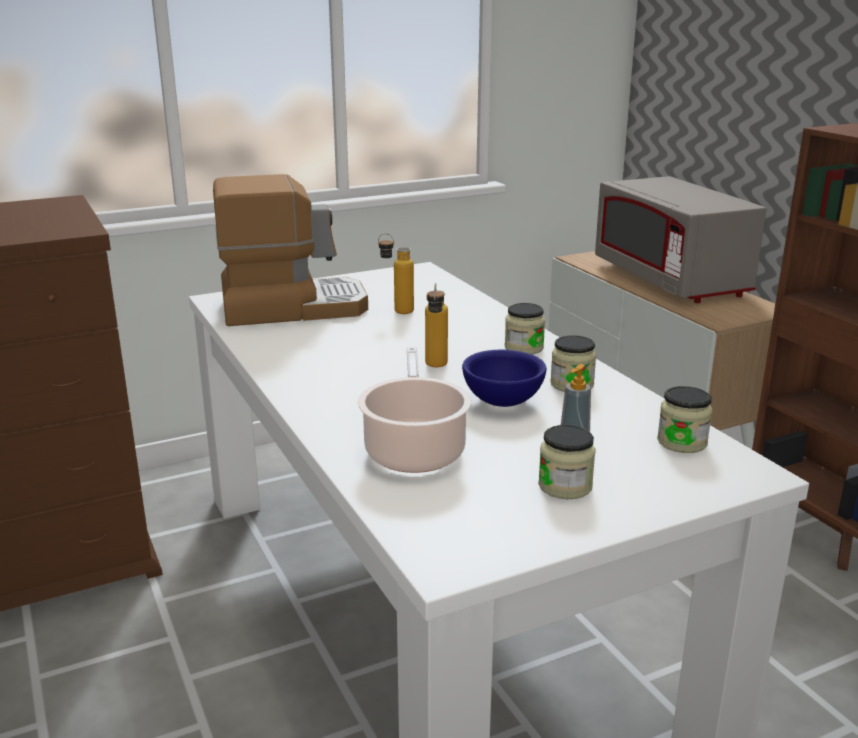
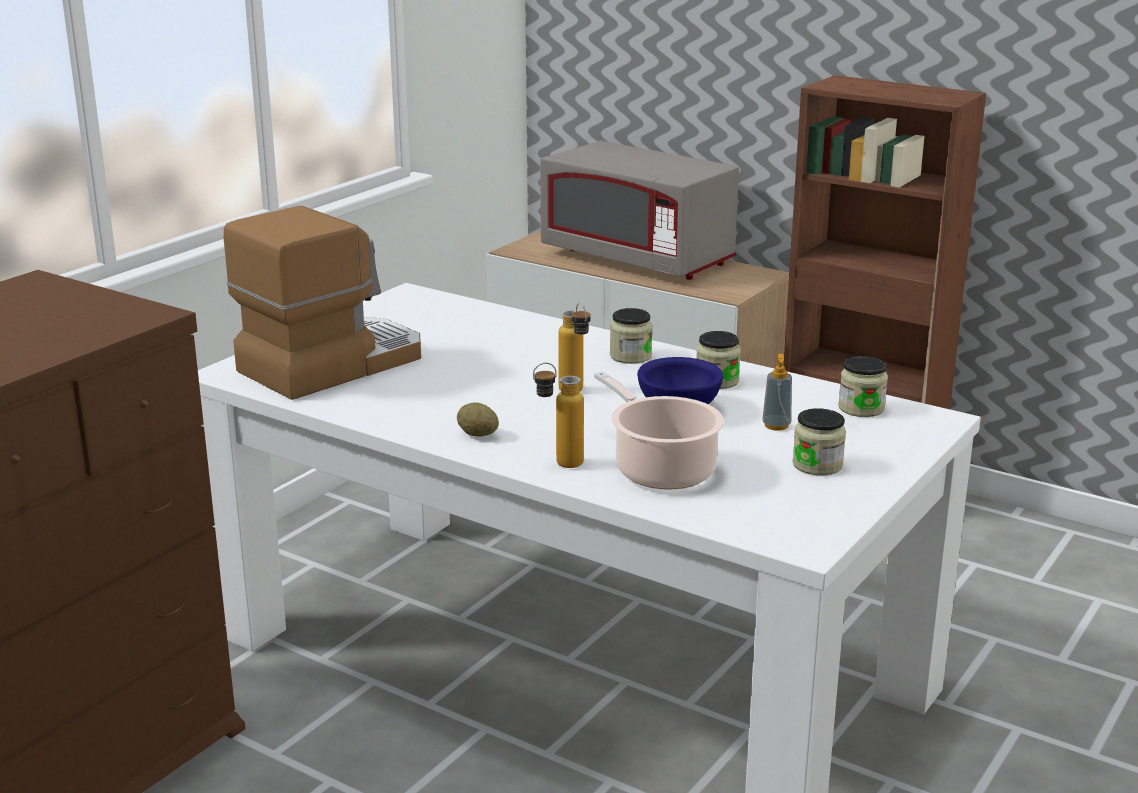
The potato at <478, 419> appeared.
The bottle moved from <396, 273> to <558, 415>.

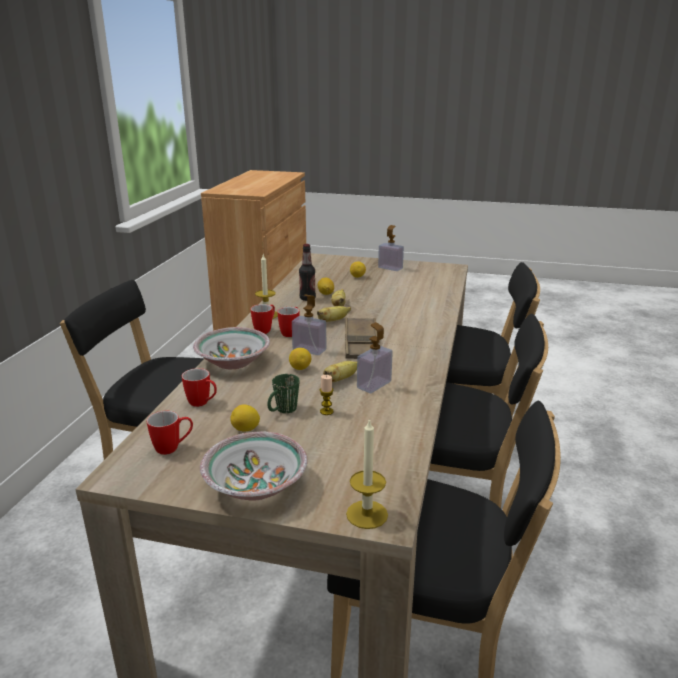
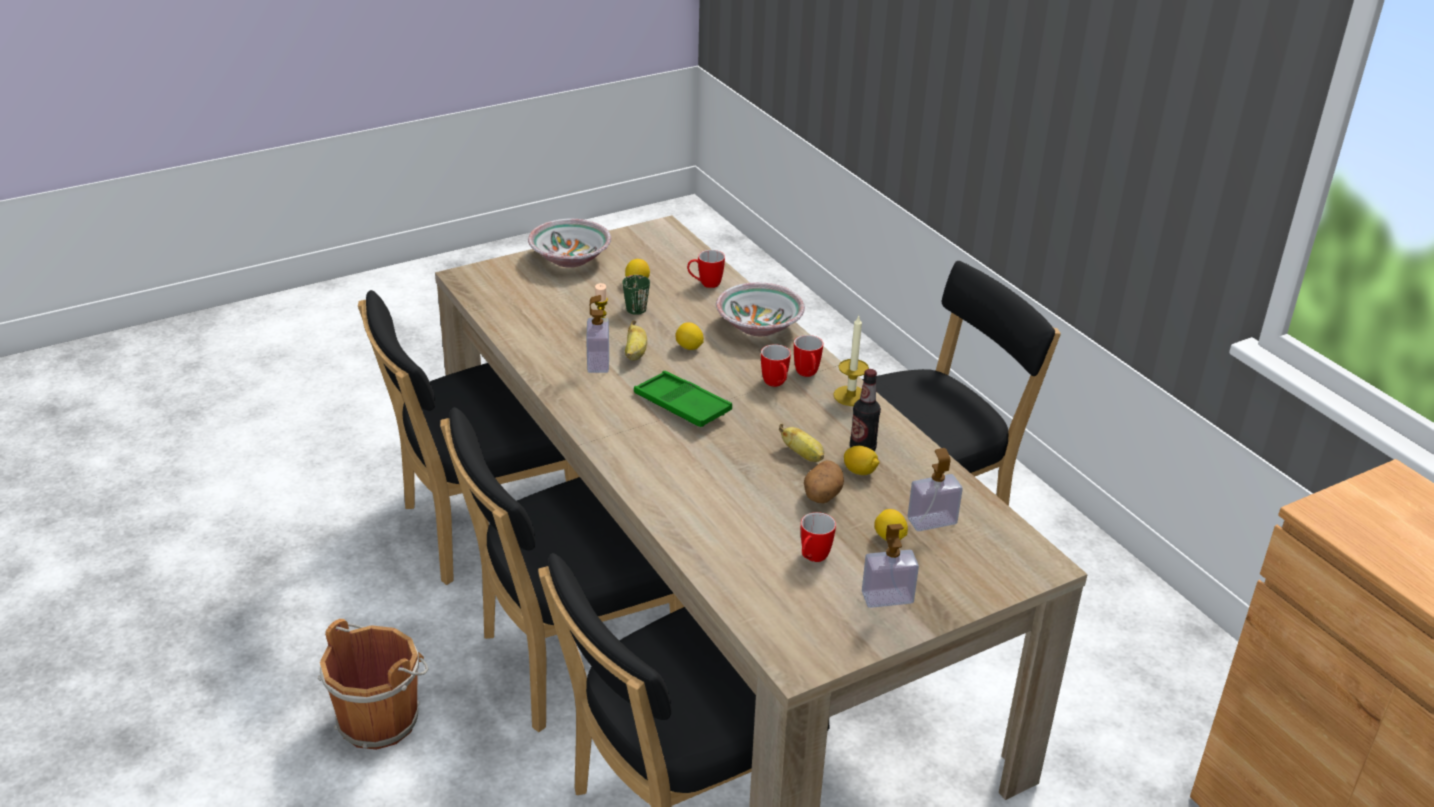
The banana at <334, 314> disappeared.
The candle at <367, 473> disappeared.
The brown bucket at <373, 684> appeared.
The potato at <824, 481> appeared.
The mug moved from <170, 433> to <818, 537>.
The soap dispenser moved from <309, 325> to <935, 489>.
The brown tray at <362, 338> became the green tray at <683, 399>.

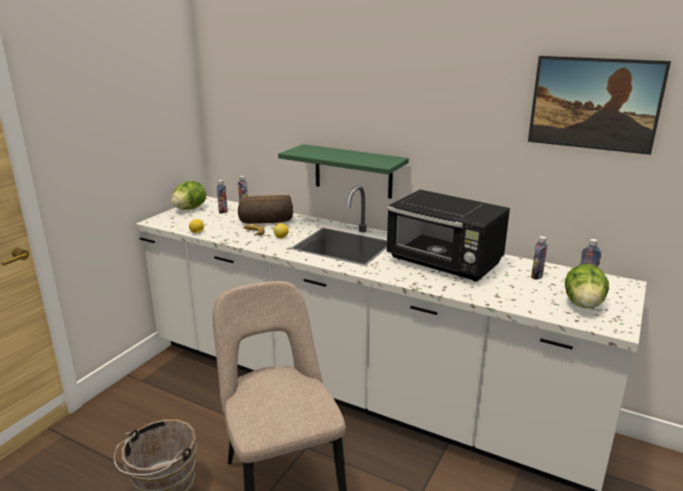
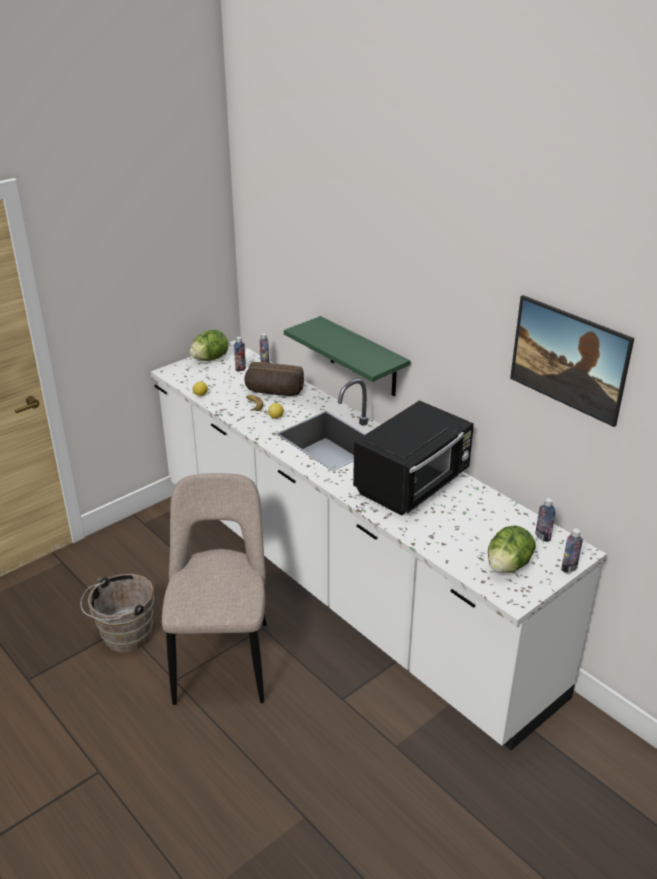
The bottle moved from <539, 258> to <572, 550>.
The black microwave at <448, 235> turned 105 degrees counterclockwise.

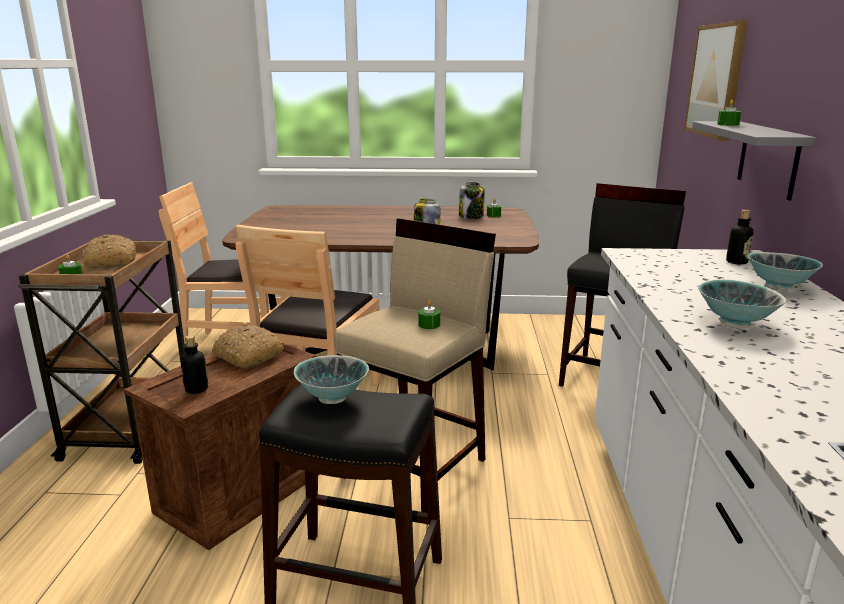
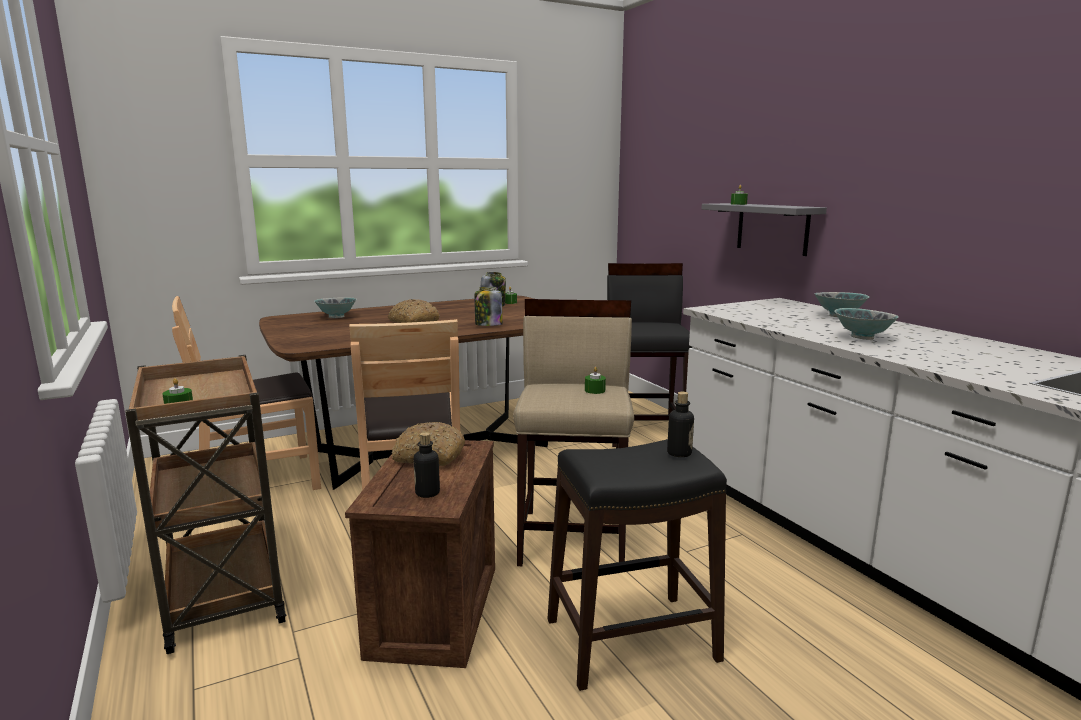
The picture at <716, 80> disappeared.
The bread moved from <109, 251> to <414, 311>.
The bowl moved from <331, 379> to <335, 307>.
The bottle moved from <740, 237> to <680, 424>.

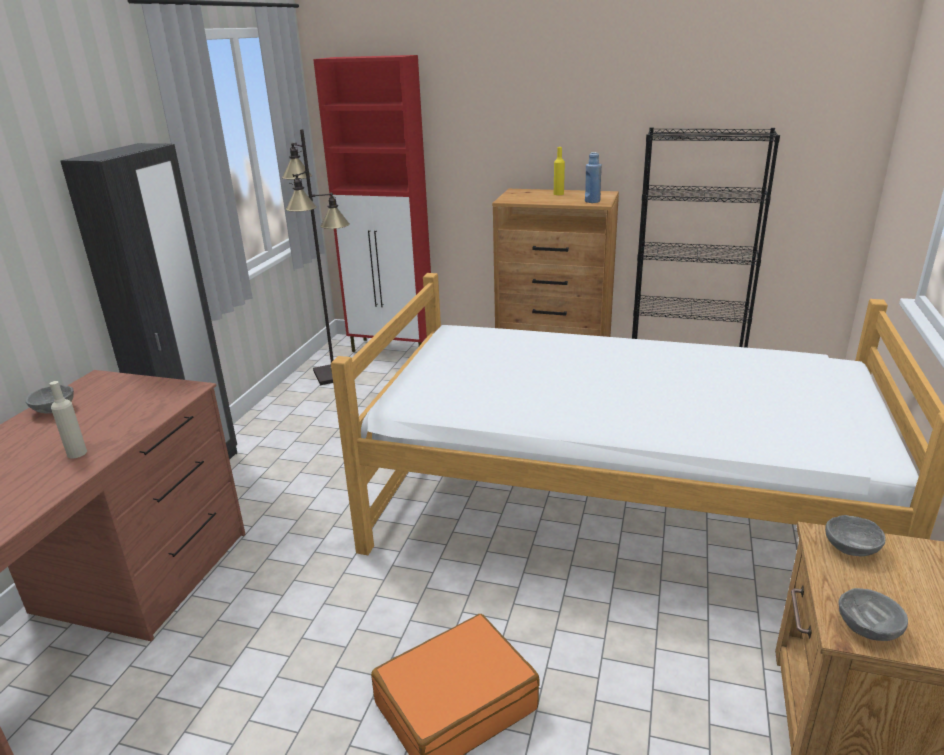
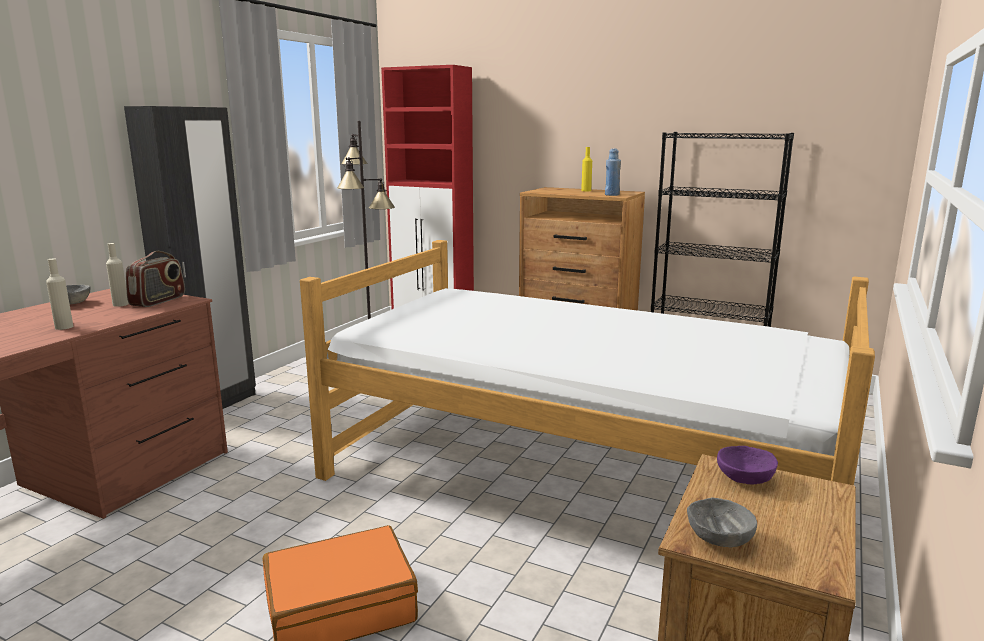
The beige bottle at <117, 275> appeared.
The radio at <155, 279> appeared.
The grey bowl at <855, 536> became the purple bowl at <747, 465>.

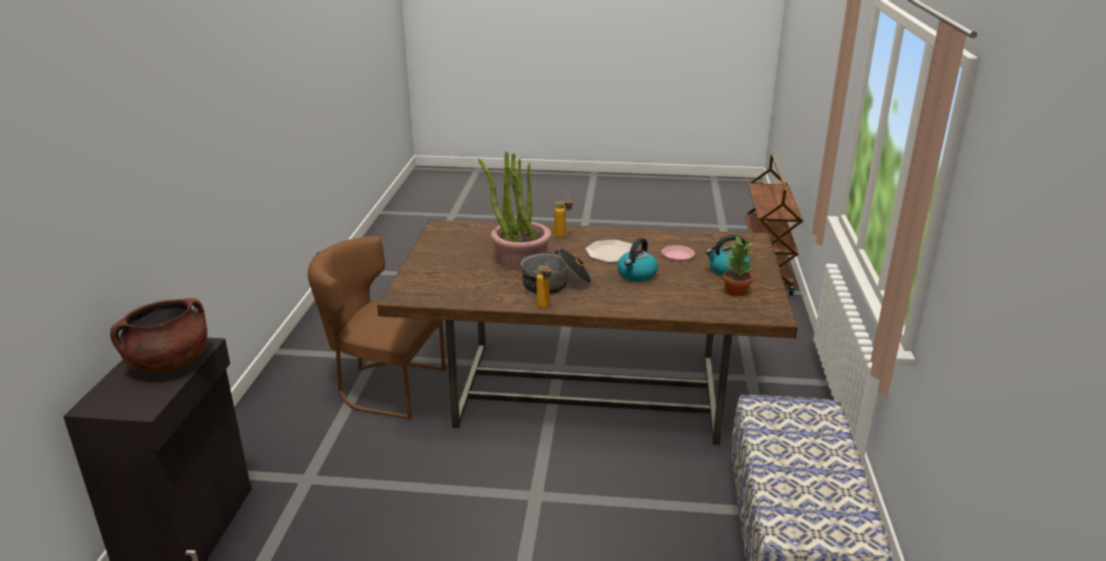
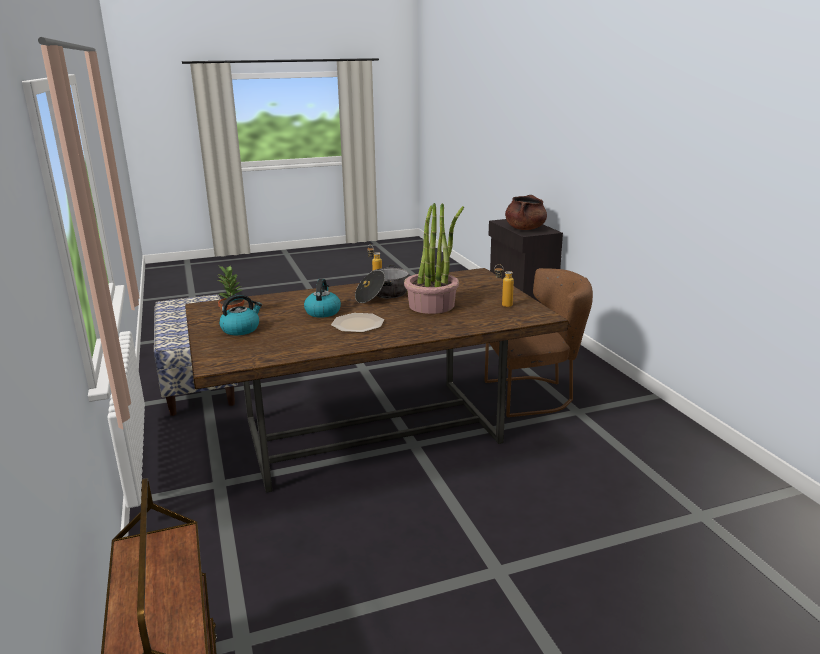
The pink plate at <678, 253> disappeared.
The bottle moved from <564, 217> to <504, 285>.

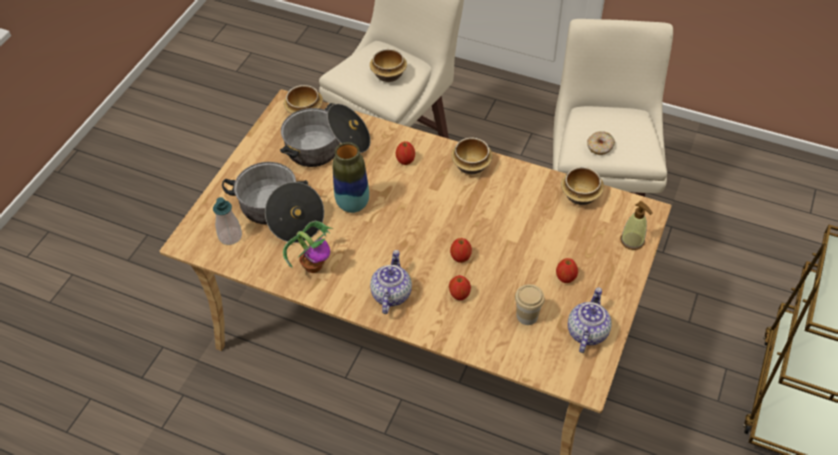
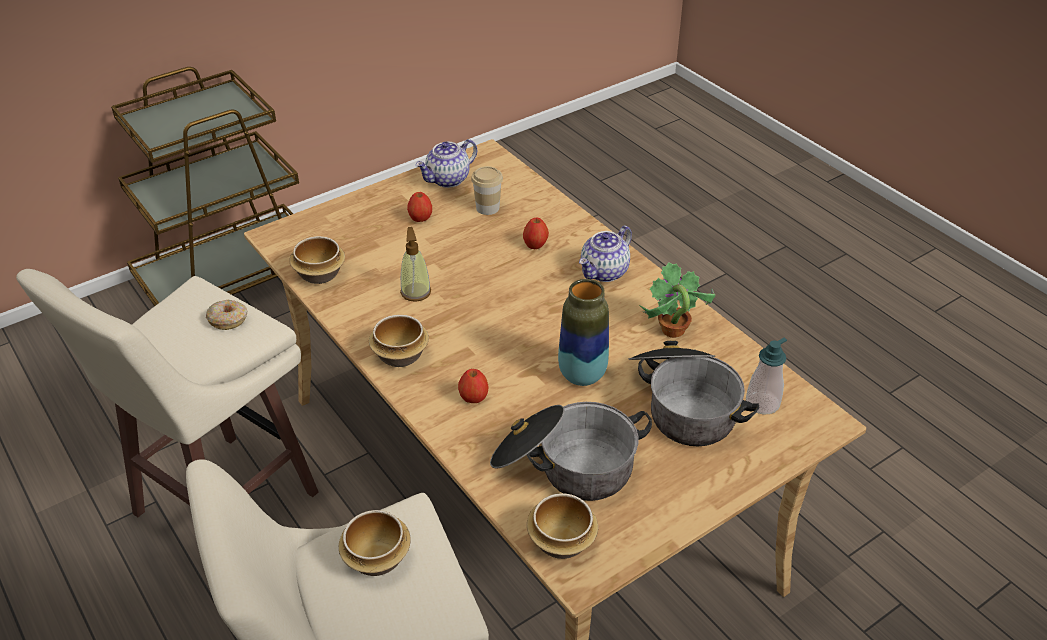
The apple at <461, 250> disappeared.
The soap dispenser moved from <636, 225> to <415, 264>.

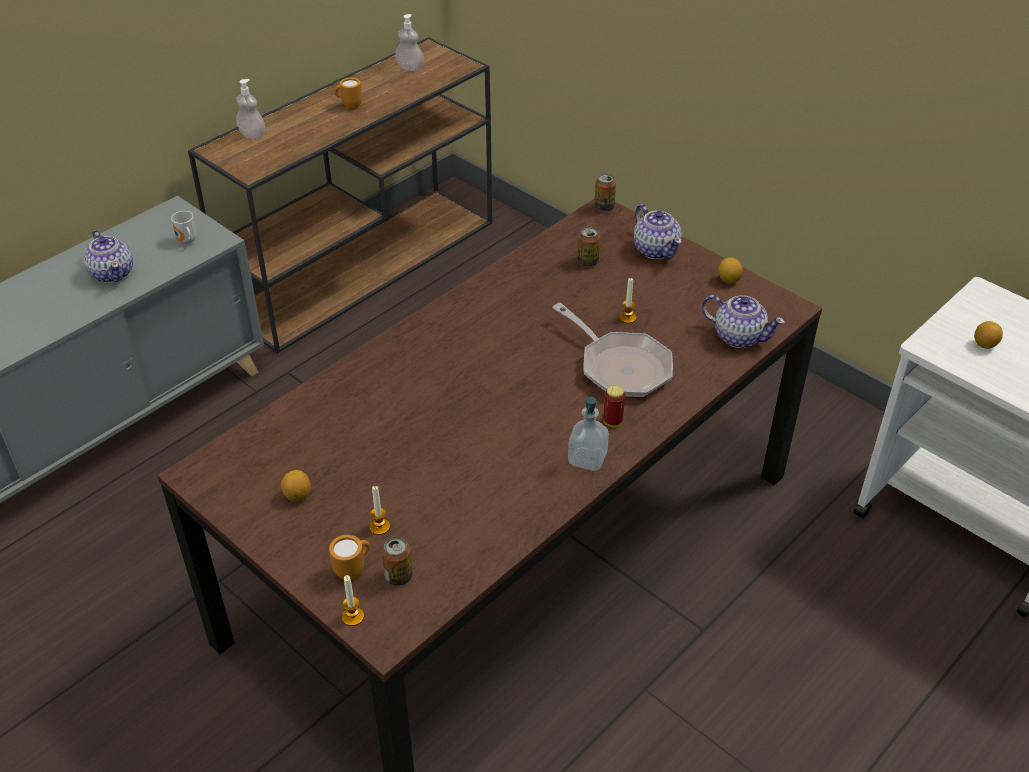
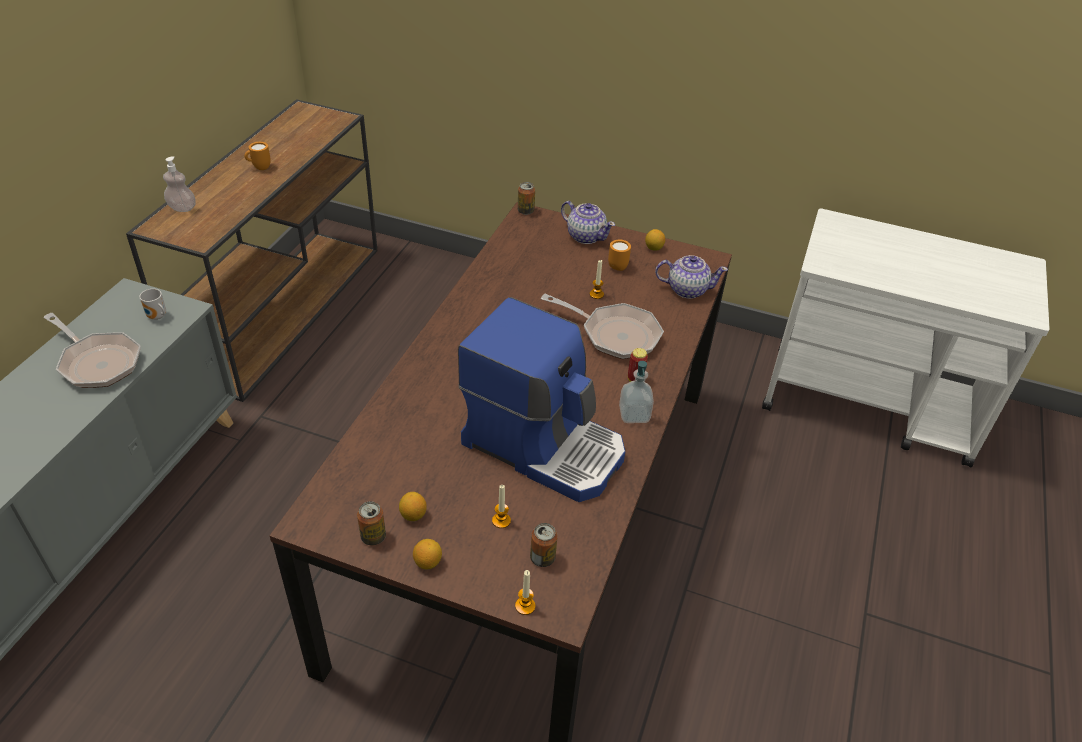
The soap dispenser at <409, 42> disappeared.
The coffee machine at <541, 399> appeared.
The orange mug moved from <349, 558> to <619, 255>.
The can moved from <589, 247> to <371, 523>.
The lemon moved from <988, 335> to <427, 554>.
The teapot at <108, 256> was replaced by the frying pan at <92, 350>.

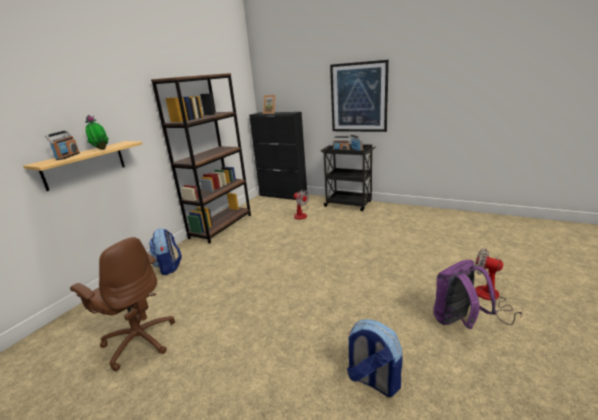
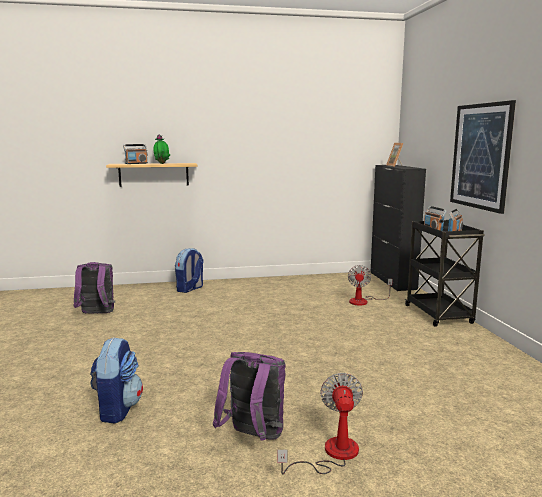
The brown bookcase at <201, 158> disappeared.
The brown office chair at <122, 304> was replaced by the purple backpack at <94, 288>.

